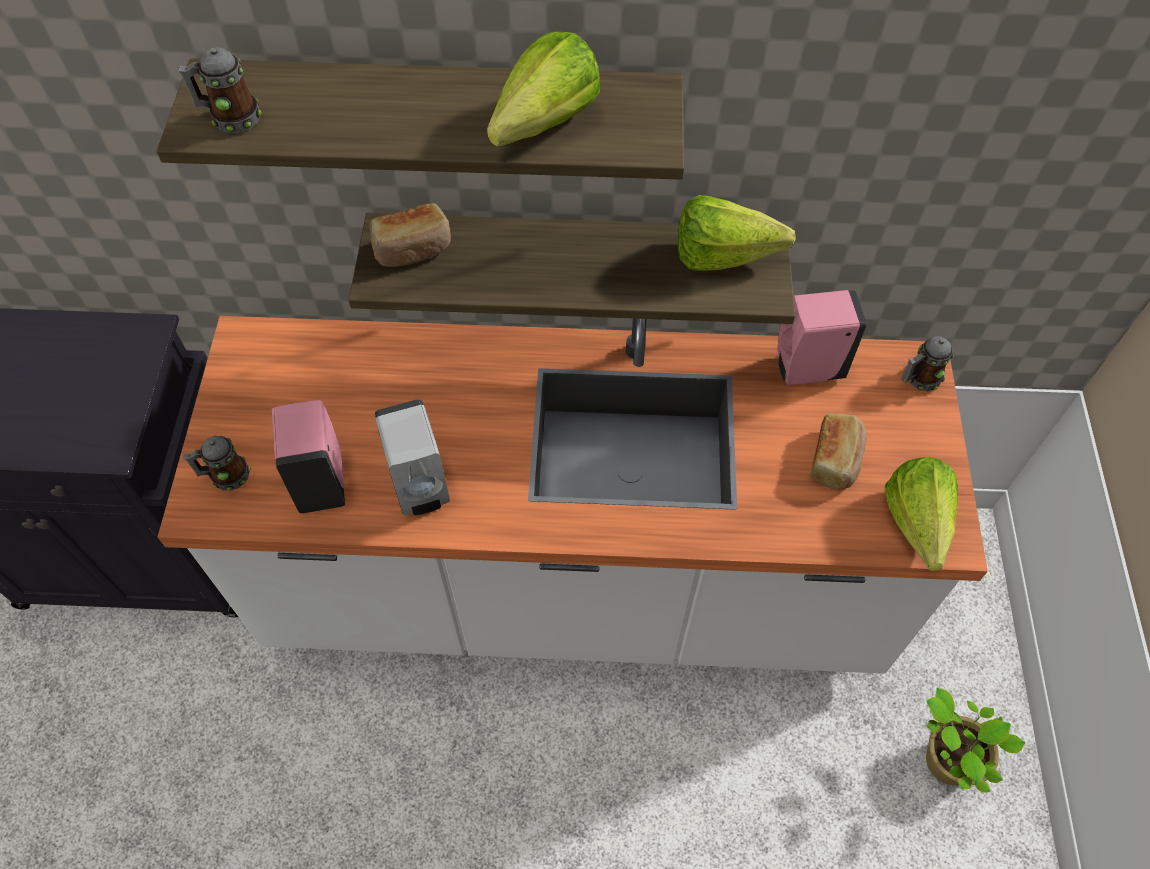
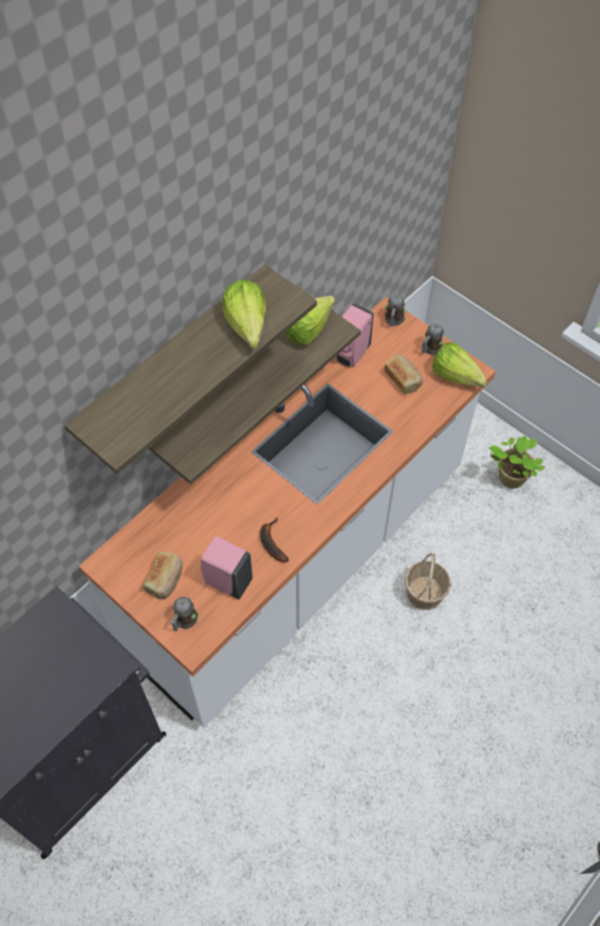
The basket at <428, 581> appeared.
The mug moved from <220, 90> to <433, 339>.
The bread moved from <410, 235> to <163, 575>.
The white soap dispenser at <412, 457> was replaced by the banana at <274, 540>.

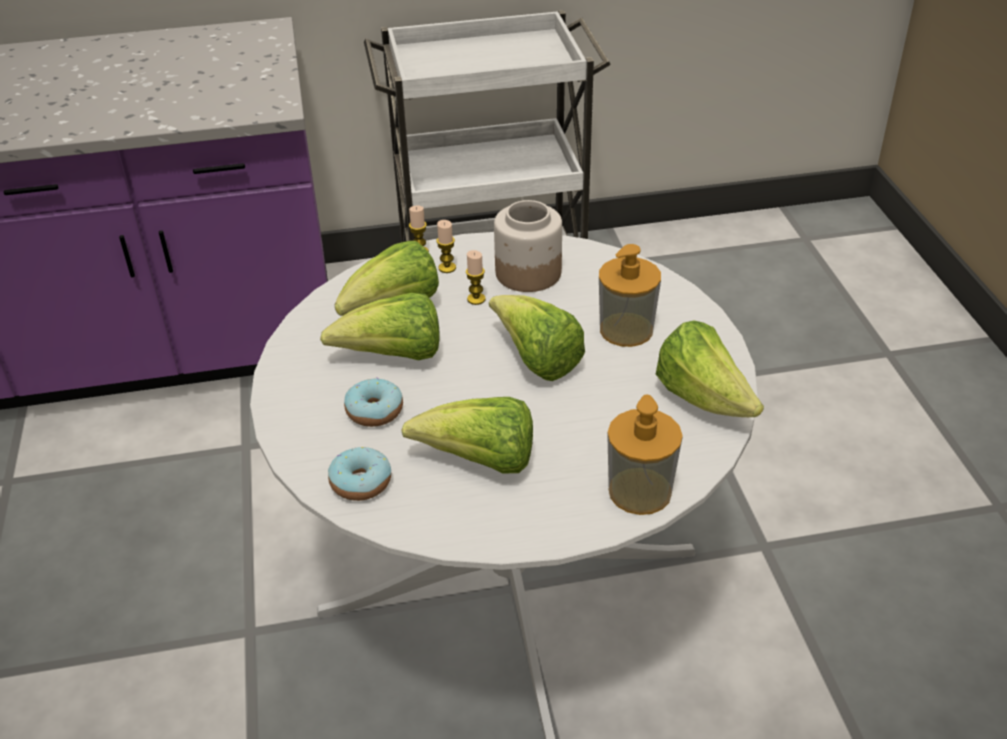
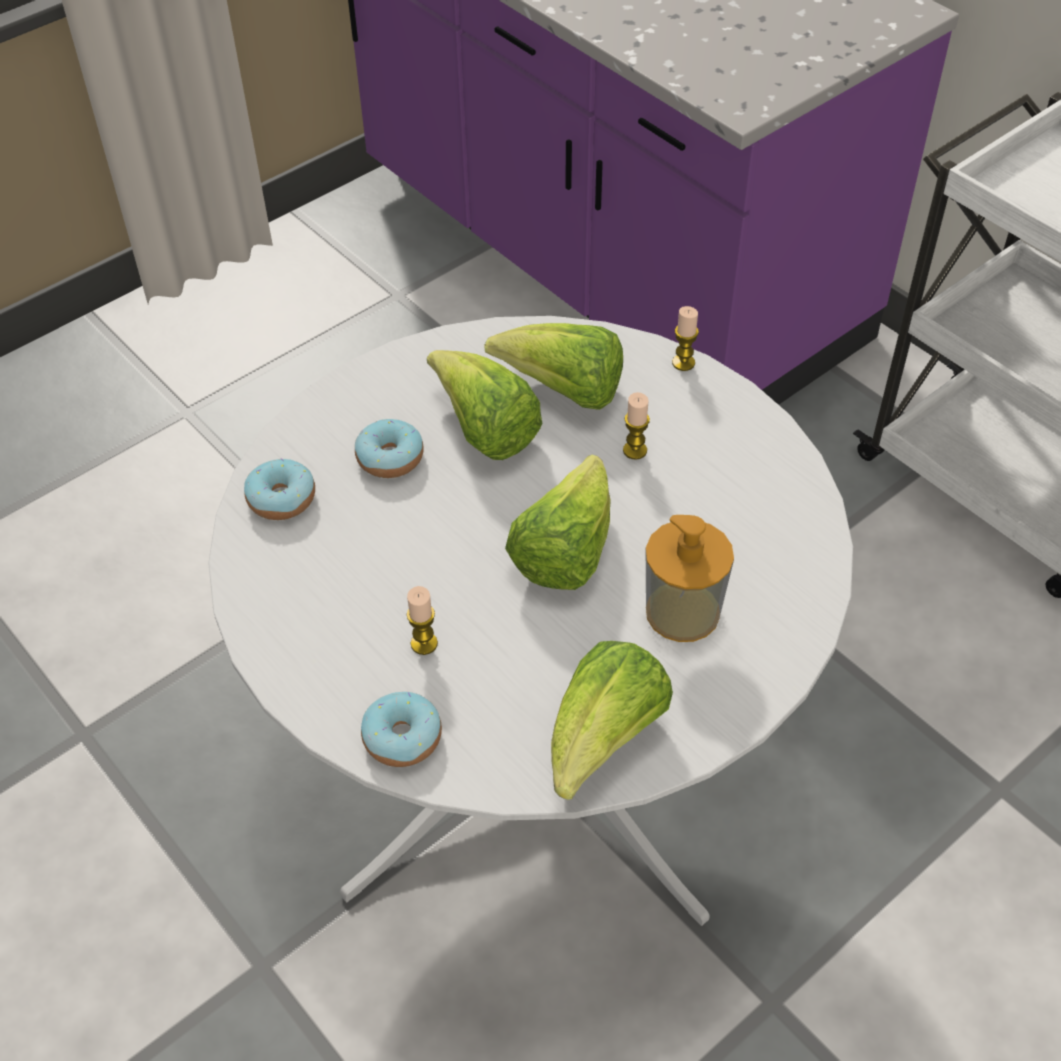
The lettuce at <467, 435> disappeared.
The jar at <528, 246> disappeared.
The candle moved from <446, 246> to <422, 620>.
The soap dispenser at <645, 455> was replaced by the donut at <401, 729>.

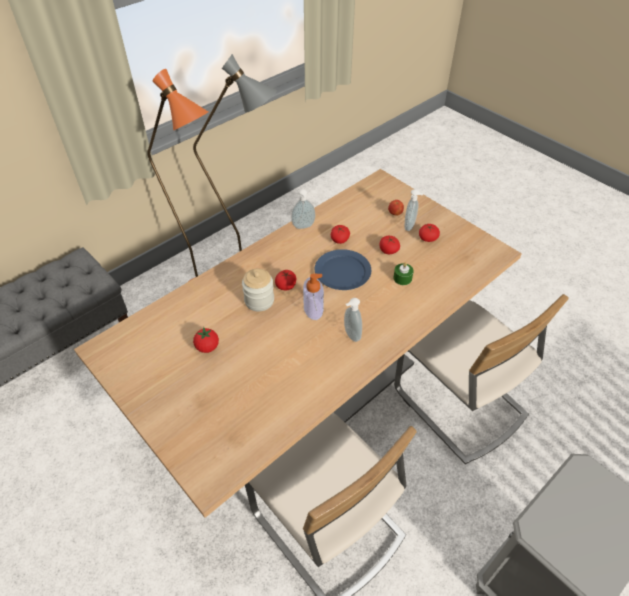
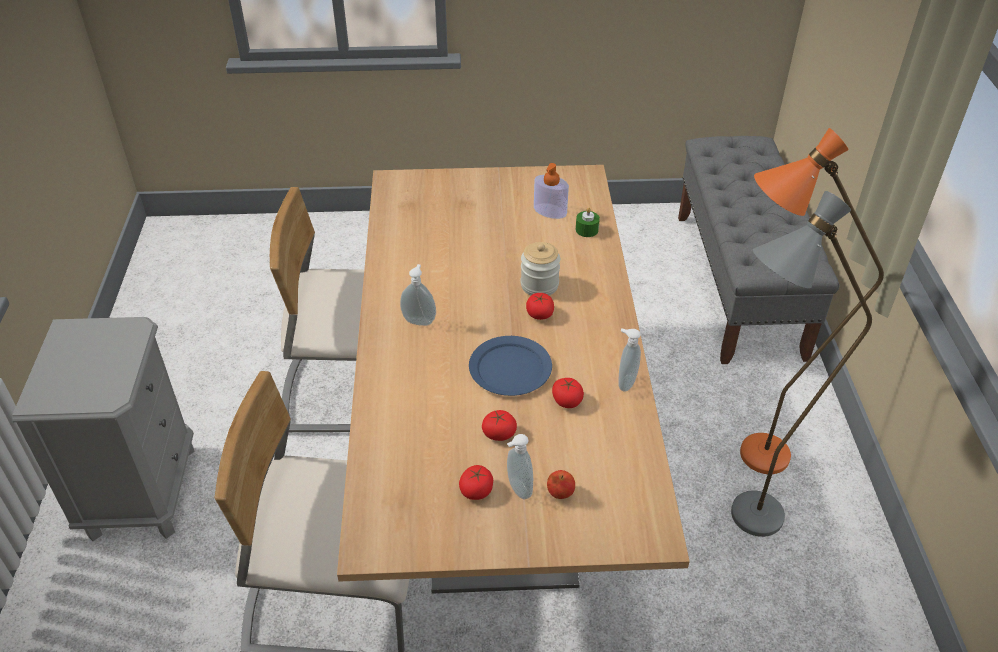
The tomato at <206, 340> disappeared.
The soap dispenser moved from <313, 297> to <551, 191>.
The green candle moved from <403, 274> to <588, 222>.

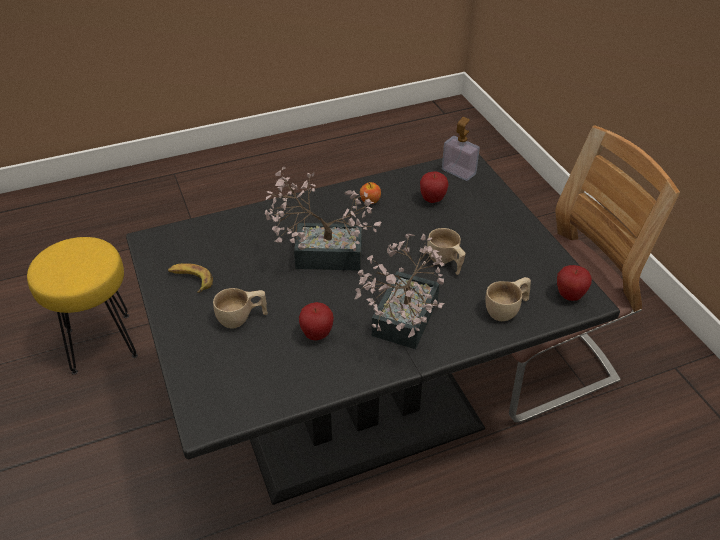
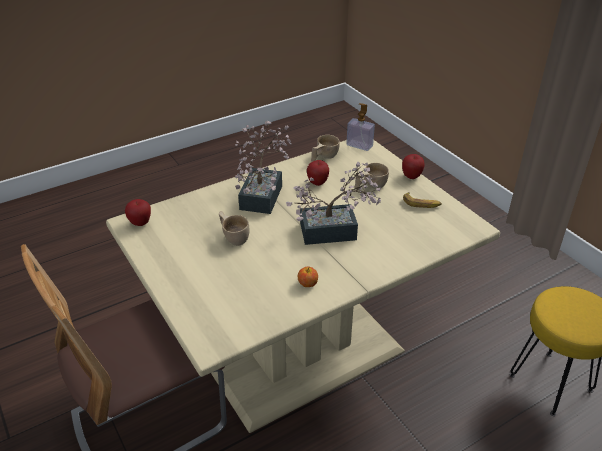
The apple moved from <434, 187> to <413, 166>.
The soap dispenser moved from <461, 149> to <360, 127>.
The beige cup moved from <508, 299> to <325, 148>.
The black dining table at <373, 329> became the beige dining table at <303, 286>.

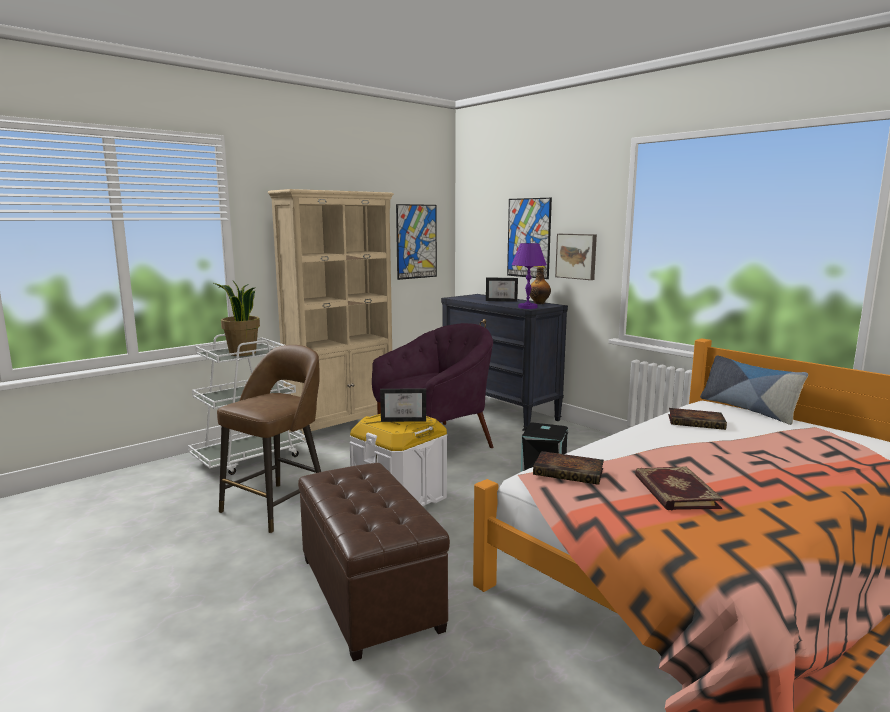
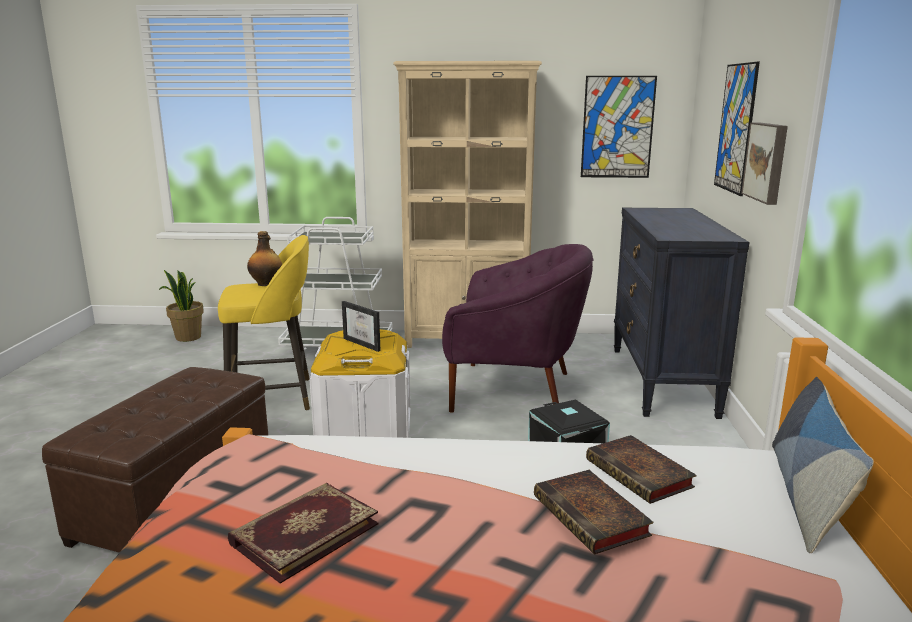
The picture frame at <502, 289> disappeared.
The purple table lamp at <529, 276> disappeared.
The potted plant moved from <237, 318> to <181, 306>.
The bottle moved from <540, 285> to <264, 258>.
The book moved from <568, 468> to <594, 512>.
The brown stool at <269, 439> became the yellow stool at <264, 323>.

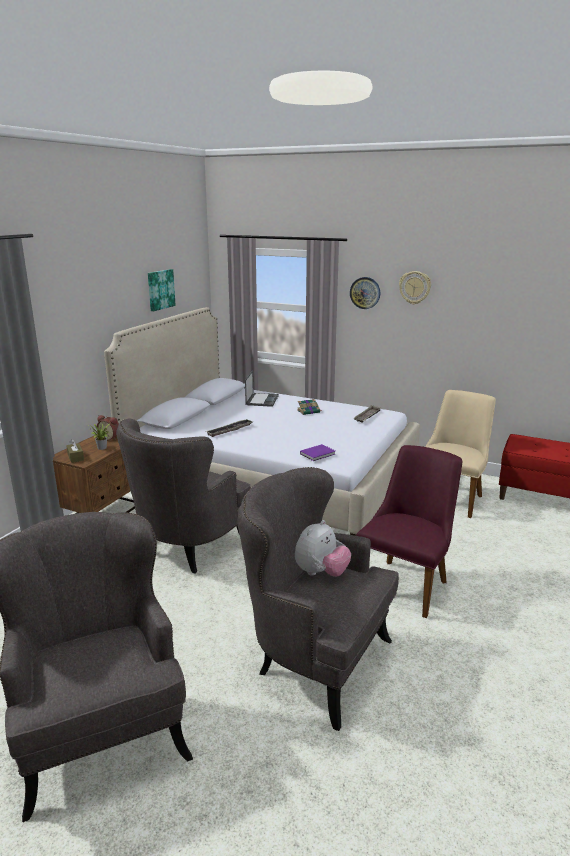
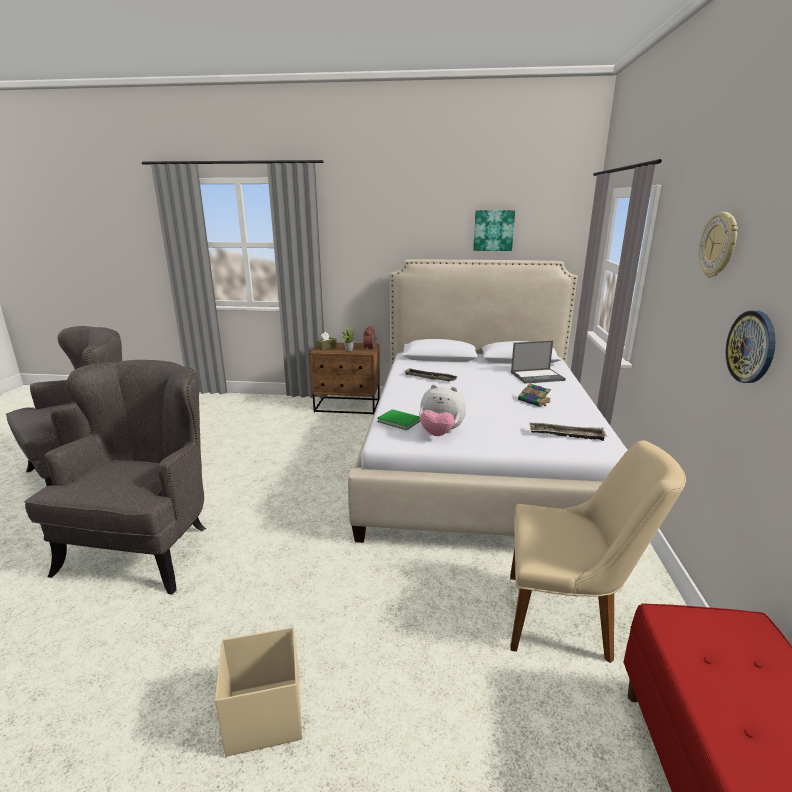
The grey armchair at <183, 495> disappeared.
The purple chair at <409, 531> disappeared.
The beige storage box at <258, 692> appeared.
The plush toy moved from <323, 548> to <442, 410>.
The wall clock moved from <365, 293> to <751, 347>.
The purple book at <317, 452> became the green book at <398, 419>.

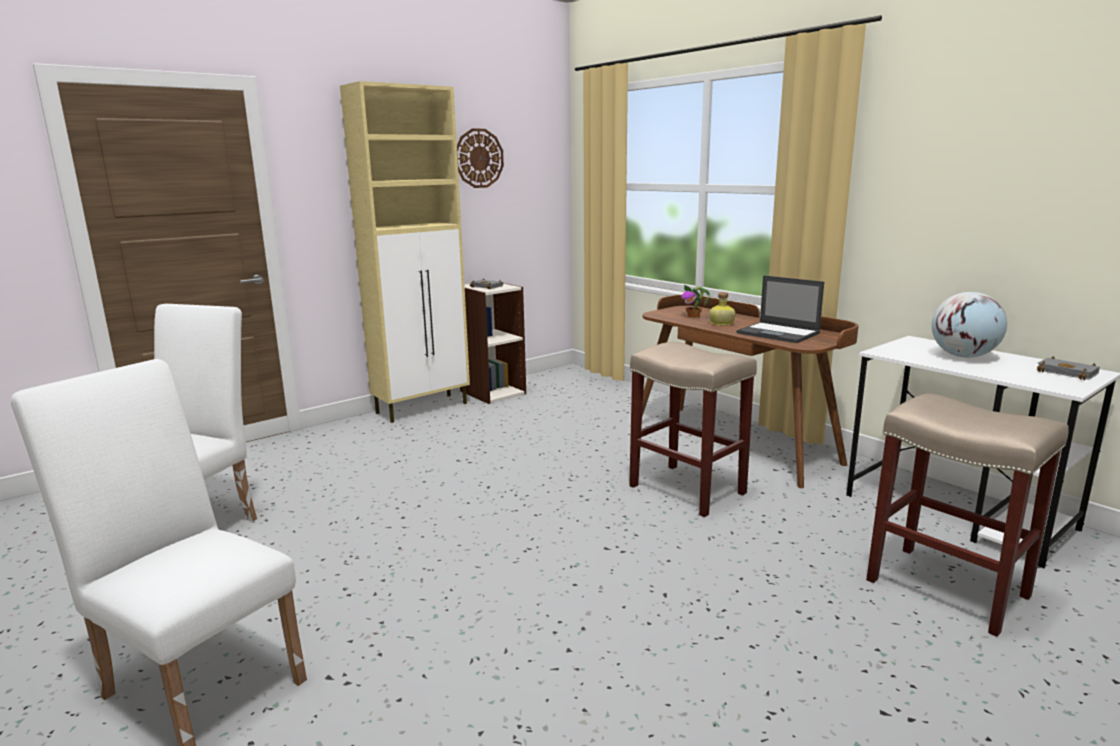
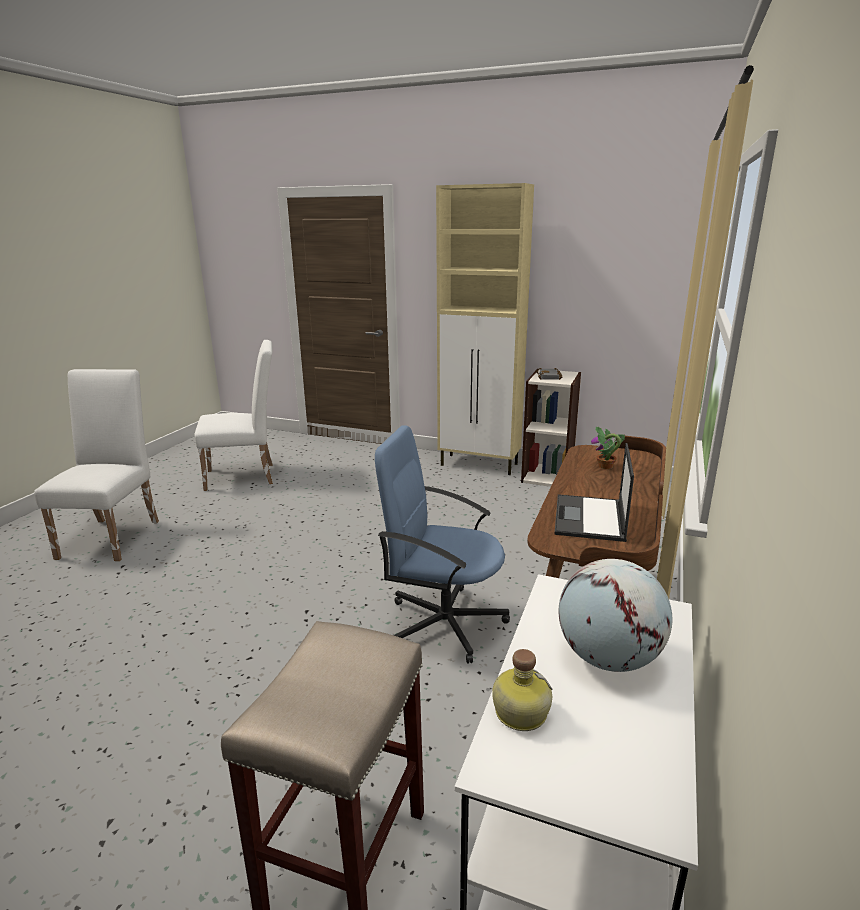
The wall clock at <480, 158> disappeared.
The grey book at <1068, 368> disappeared.
The bottle moved from <722, 309> to <522, 690>.
The beige stool at <693, 429> was replaced by the blue office chair at <442, 544>.

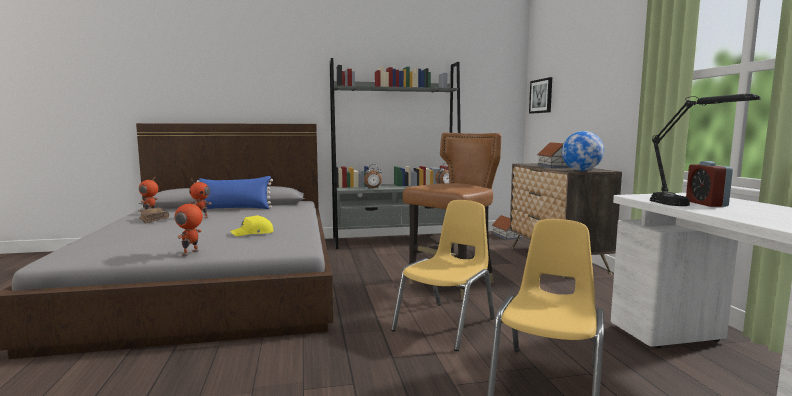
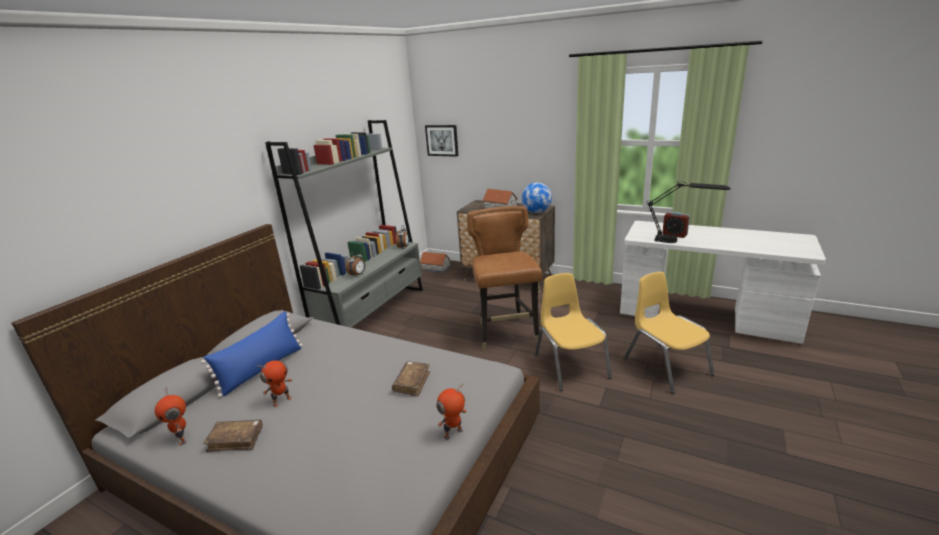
The yellow cap at <252, 226> was replaced by the brown book at <411, 378>.
The toy robot at <188, 227> turned 90 degrees clockwise.

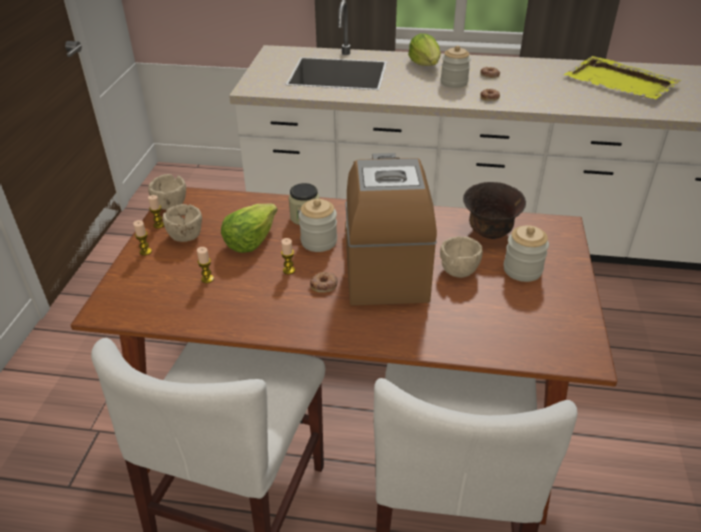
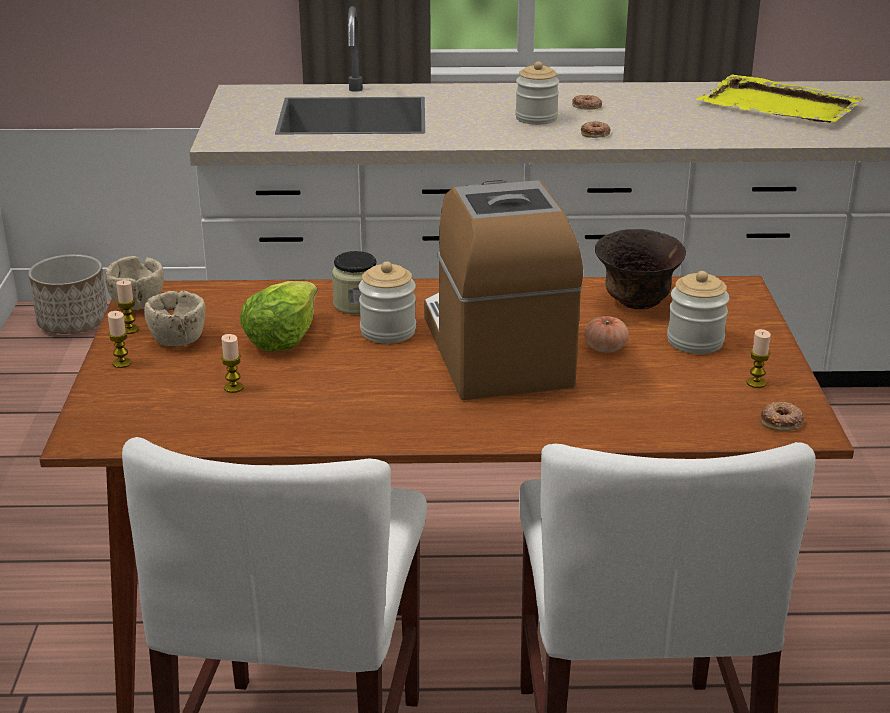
The lettuce at <424, 49> disappeared.
The planter at <68, 294> appeared.
The candle moved from <288, 256> to <759, 358>.
The donut moved from <324, 282> to <782, 416>.
The beige bowl at <461, 257> was replaced by the tomato at <606, 334>.

